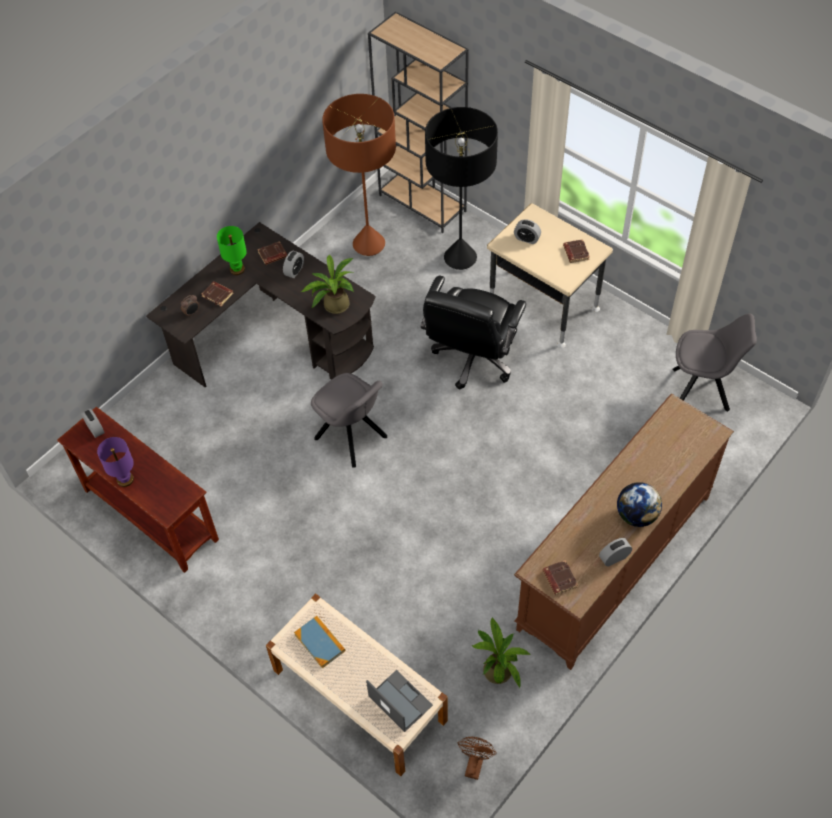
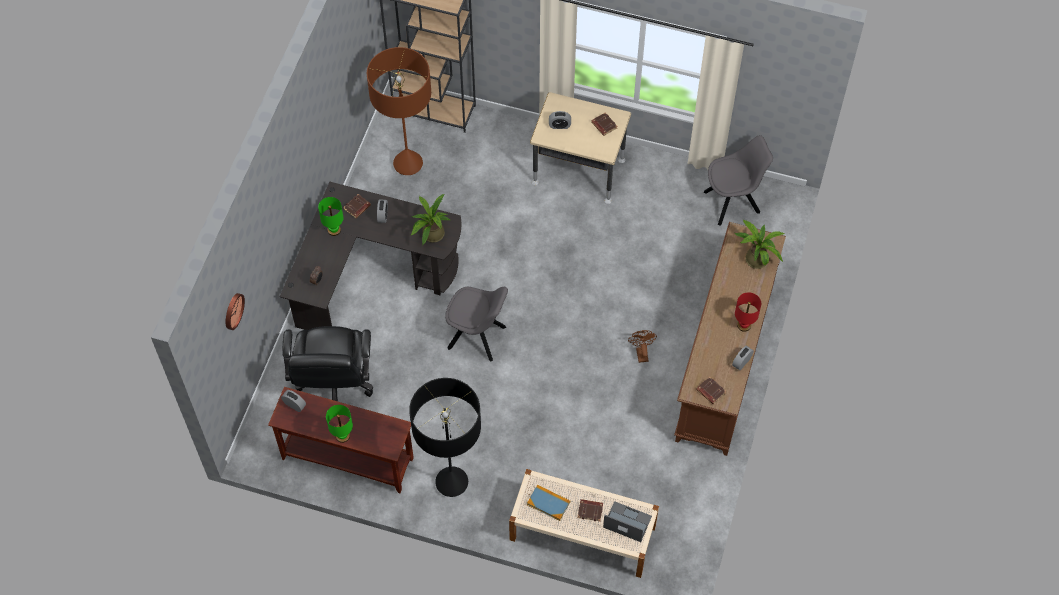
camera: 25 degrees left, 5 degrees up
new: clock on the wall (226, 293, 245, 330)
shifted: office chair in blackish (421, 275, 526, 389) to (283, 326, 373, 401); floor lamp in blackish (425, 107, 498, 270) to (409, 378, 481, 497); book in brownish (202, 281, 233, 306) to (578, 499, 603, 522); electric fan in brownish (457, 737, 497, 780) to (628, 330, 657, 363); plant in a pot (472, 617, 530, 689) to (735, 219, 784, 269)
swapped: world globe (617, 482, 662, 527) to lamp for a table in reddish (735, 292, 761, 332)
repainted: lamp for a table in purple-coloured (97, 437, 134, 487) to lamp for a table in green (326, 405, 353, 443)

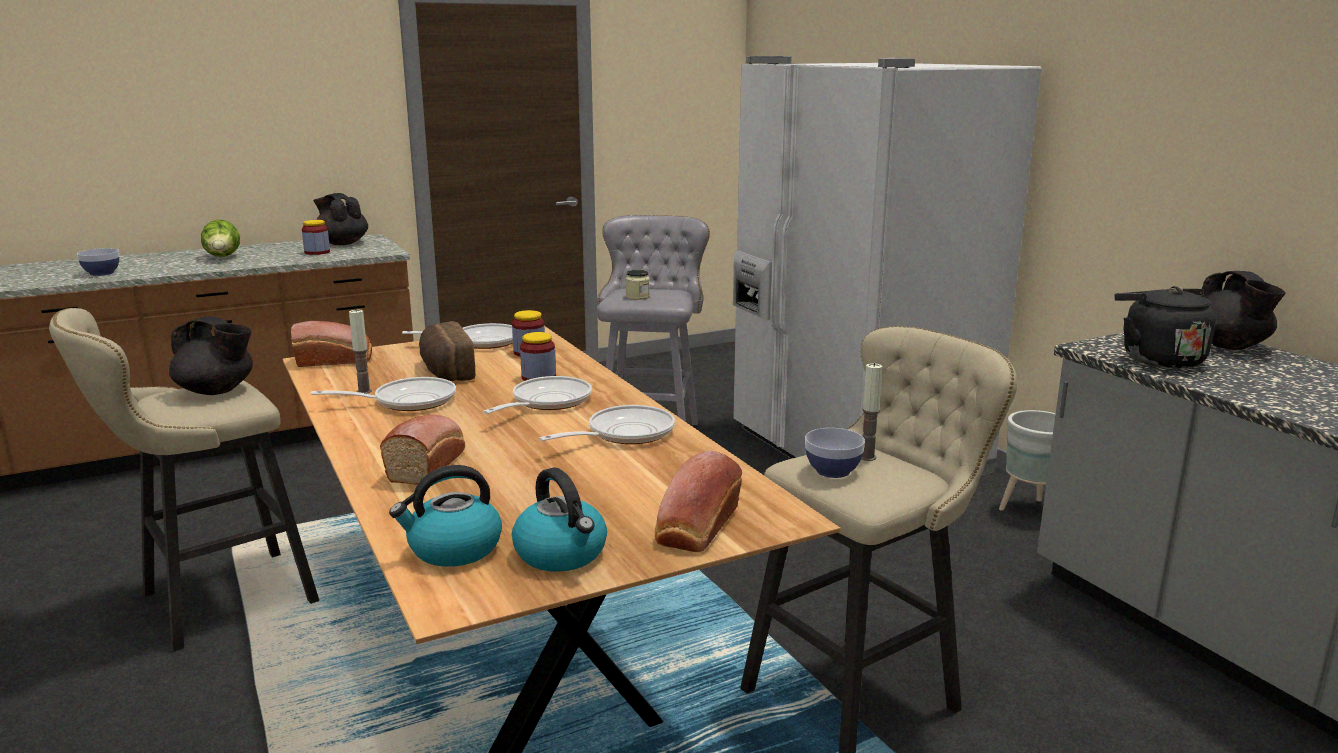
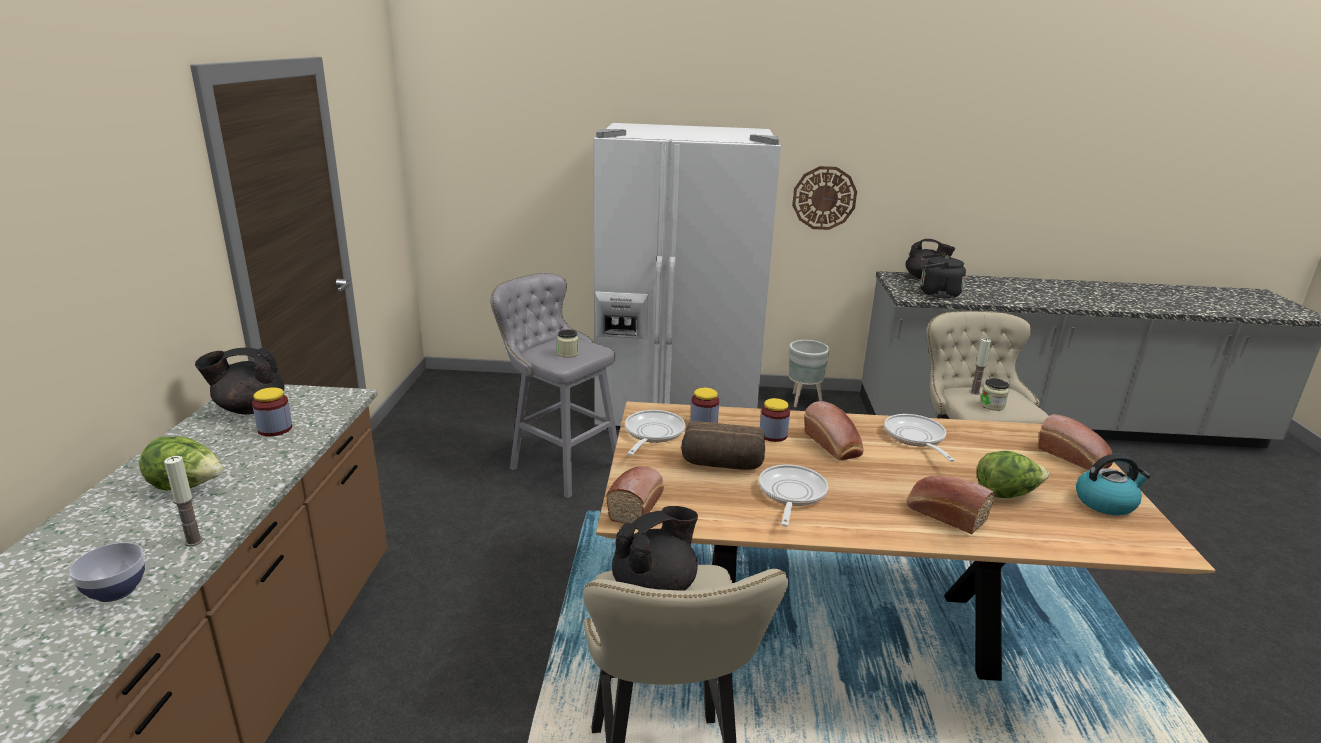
camera: 60 degrees left, 5 degrees up
gone: water kettle (389, 465, 502, 567)
new: clock on the wall (792, 166, 857, 230); lettuce (977, 451, 1049, 498)
shifted: wax light (349, 308, 372, 394) to (164, 456, 203, 547)
swapped: frying pan (483, 376, 592, 414) to bakery bread (804, 401, 864, 461); serving bowl (805, 428, 865, 478) to preserve jar (980, 378, 1009, 411)

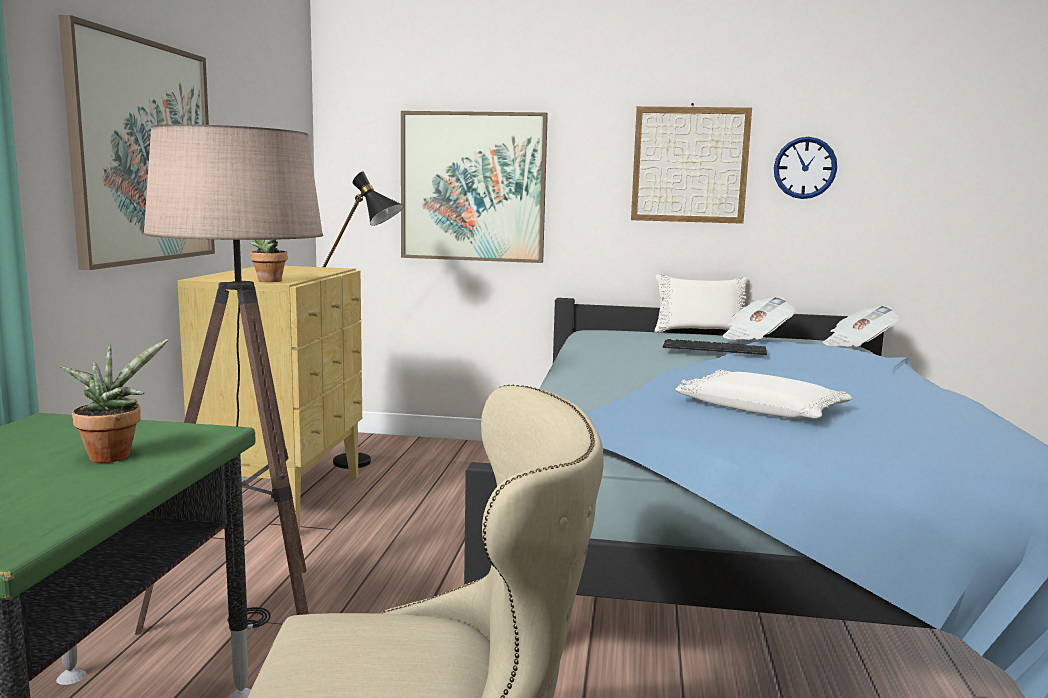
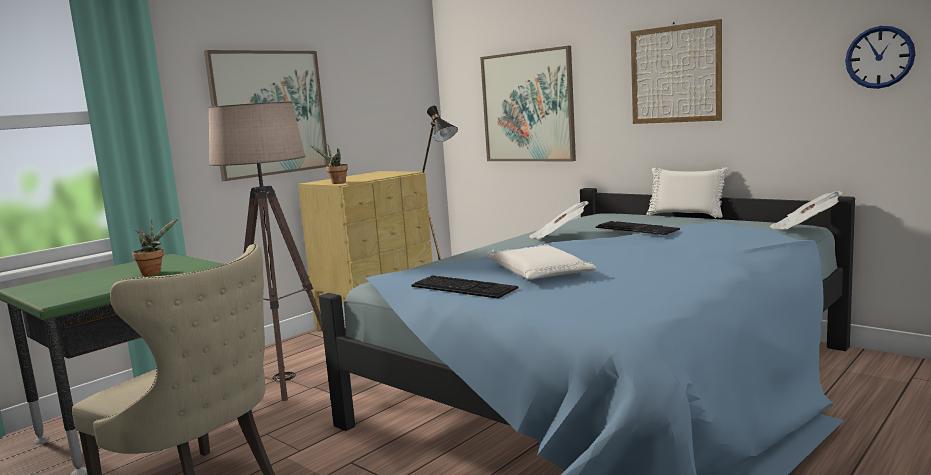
camera: 35 degrees right, 0 degrees up
new: keyboard (412, 275, 518, 299)
shifted: newspaper (723, 297, 795, 340) to (529, 201, 589, 239); clock on the wall (774, 137, 837, 199) to (845, 26, 916, 89)

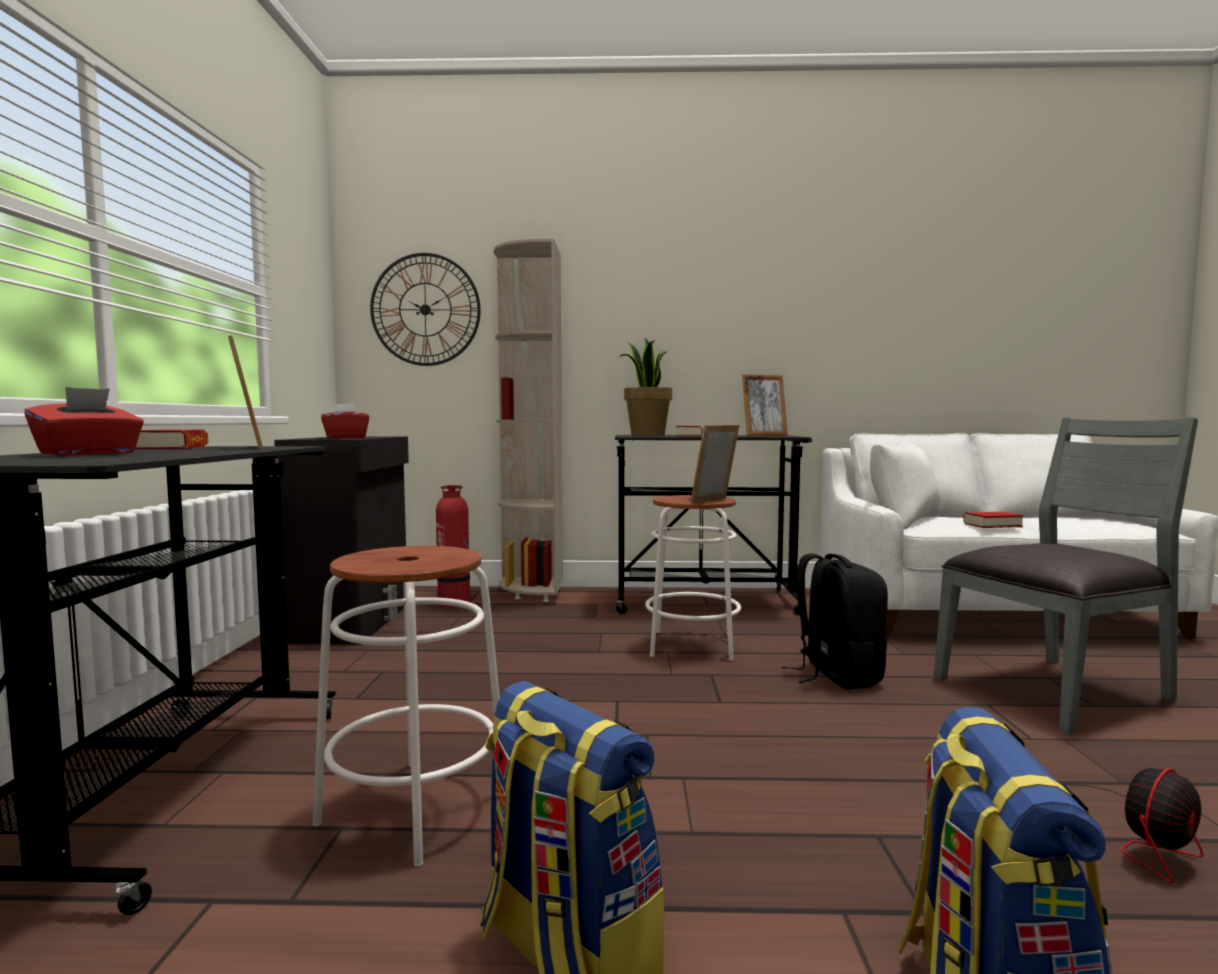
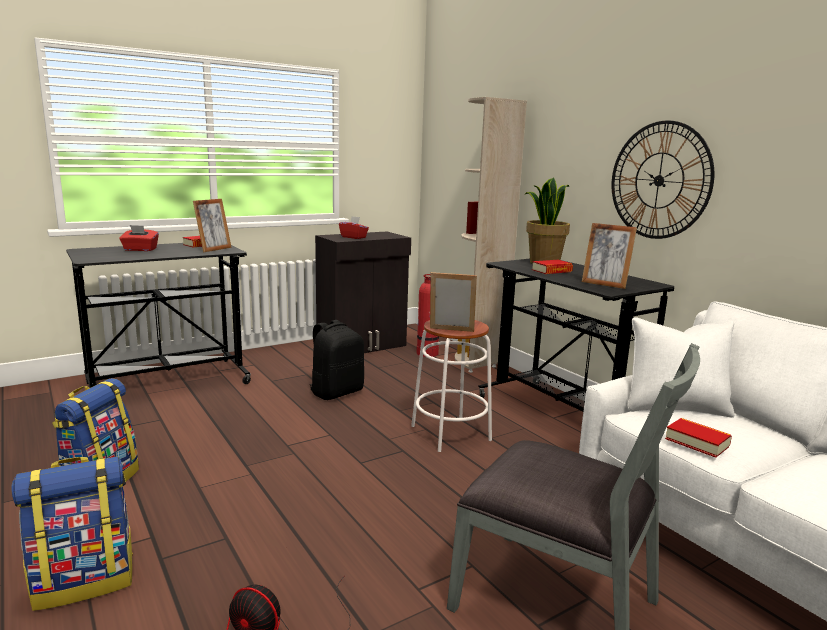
camera: 55 degrees right, 10 degrees up
gone: stool in whitish (313, 546, 500, 866)
shifted: knapsack in blackish (782, 554, 888, 689) to (310, 320, 364, 400); clock on the wall (370, 253, 481, 366) to (612, 120, 714, 239)

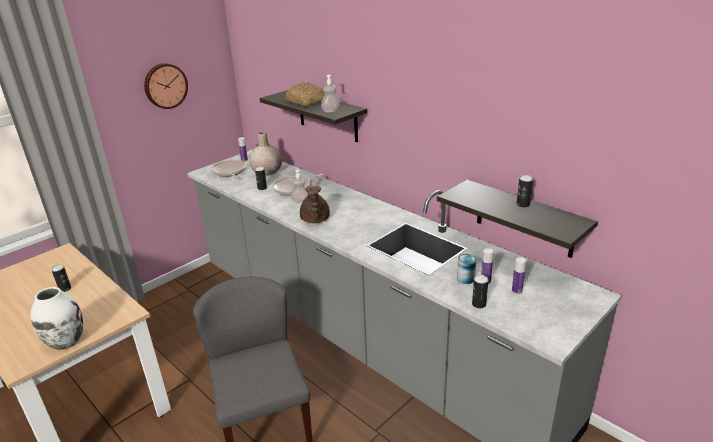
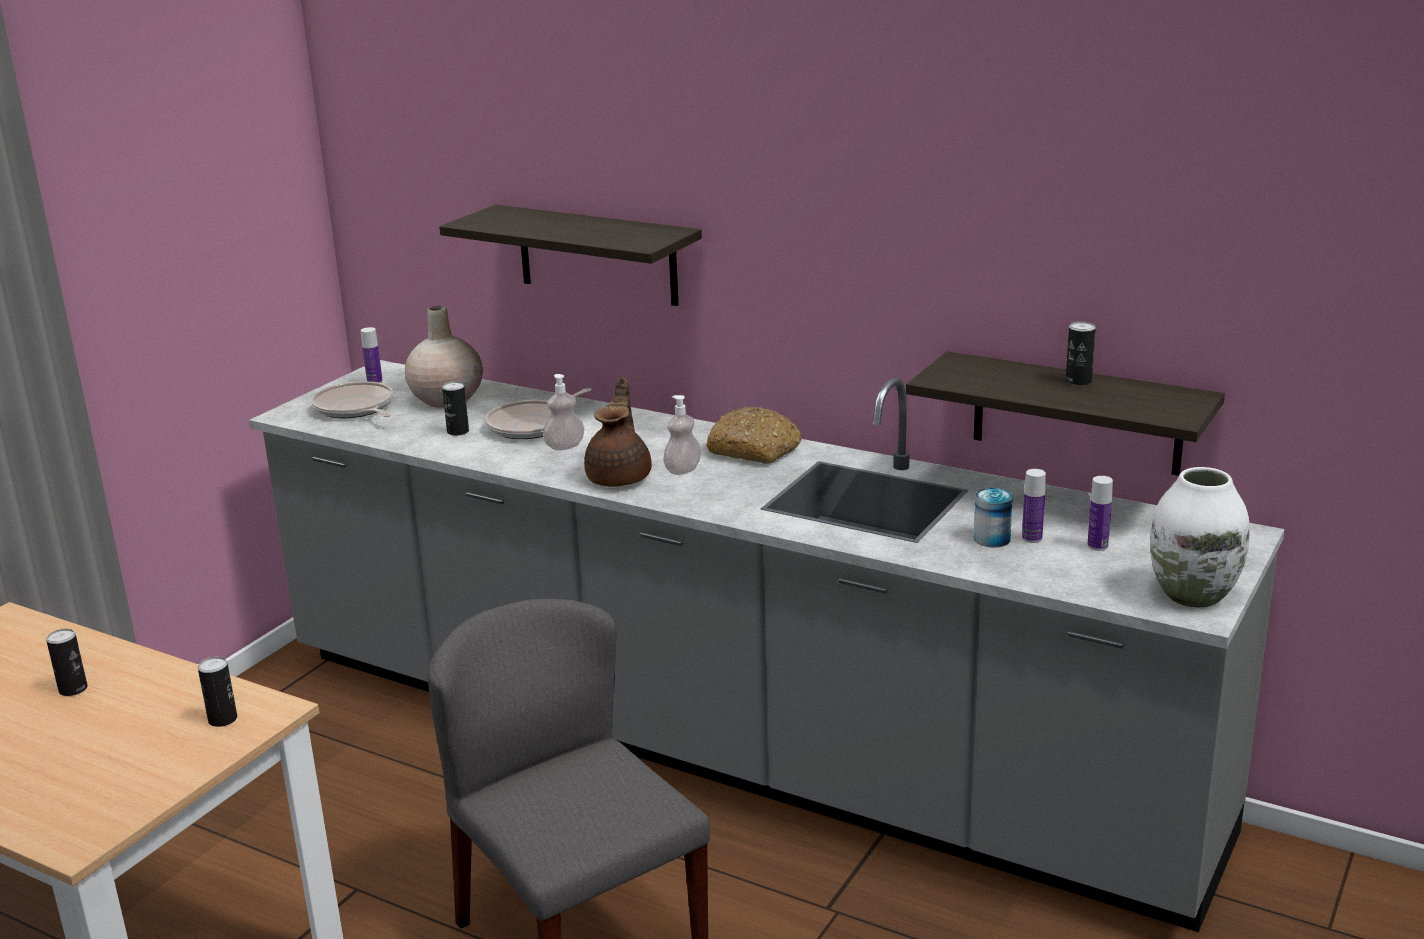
camera: 15 degrees left, 5 degrees down
gone: clock on the wall (144, 63, 188, 109)
shifted: metal can (472, 275, 488, 308) to (198, 657, 237, 727); soap bottle (321, 75, 340, 113) to (663, 395, 701, 475); bakery bread (285, 82, 325, 106) to (705, 407, 802, 464); vase in whitish (30, 287, 83, 350) to (1150, 467, 1249, 608)
rotated: pot for tea in brownish (300, 186, 330, 223) = (584, 377, 652, 487) 150 degrees counterclockwise

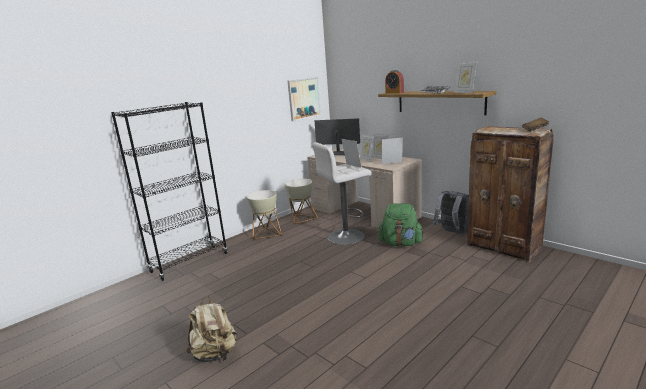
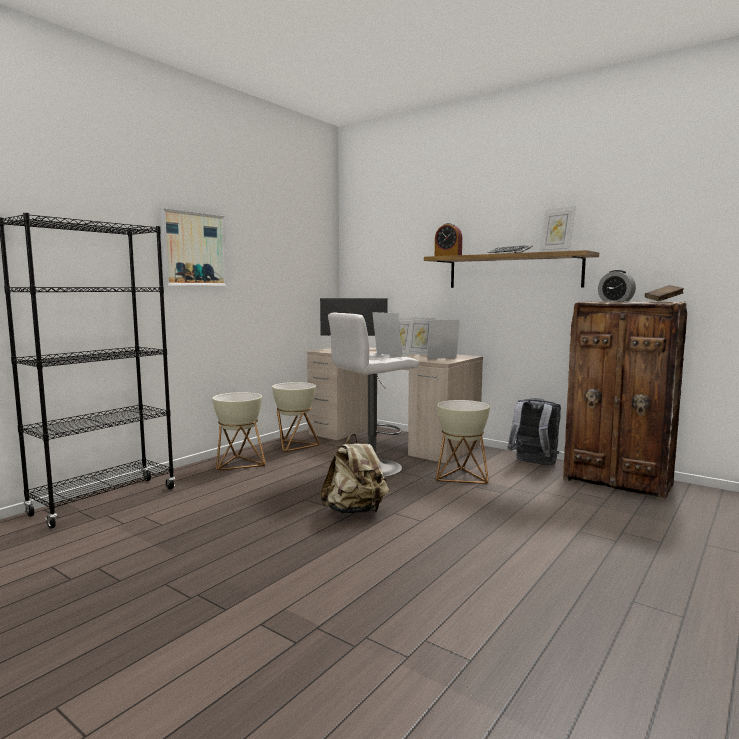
camera: 10 degrees left, 10 degrees down
new: table clock (598, 270, 636, 301)
shifted: wall picture (287, 77, 321, 121) to (160, 208, 227, 286); knapsack in sand-coloured (186, 296, 237, 362) to (321, 434, 389, 514)
swapped: knapsack in green (378, 203, 424, 247) to planter (436, 400, 490, 484)

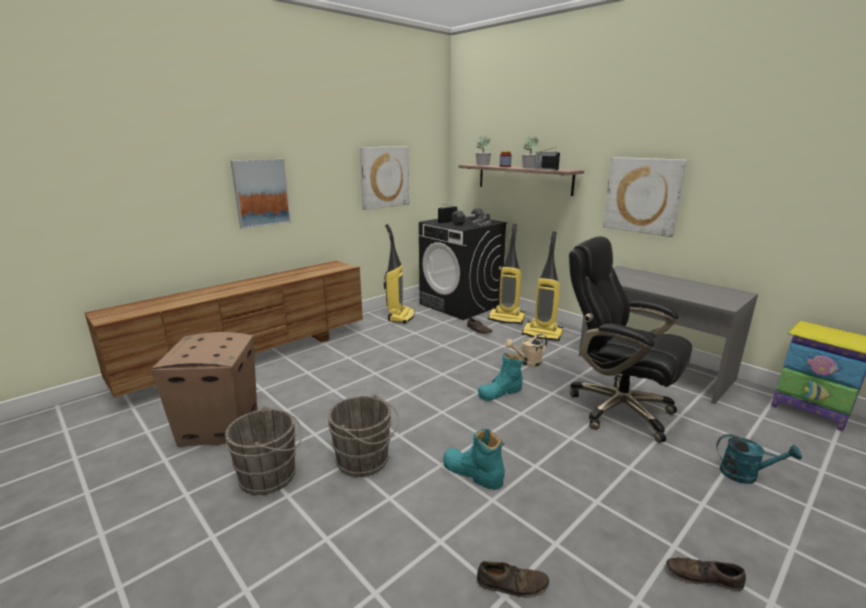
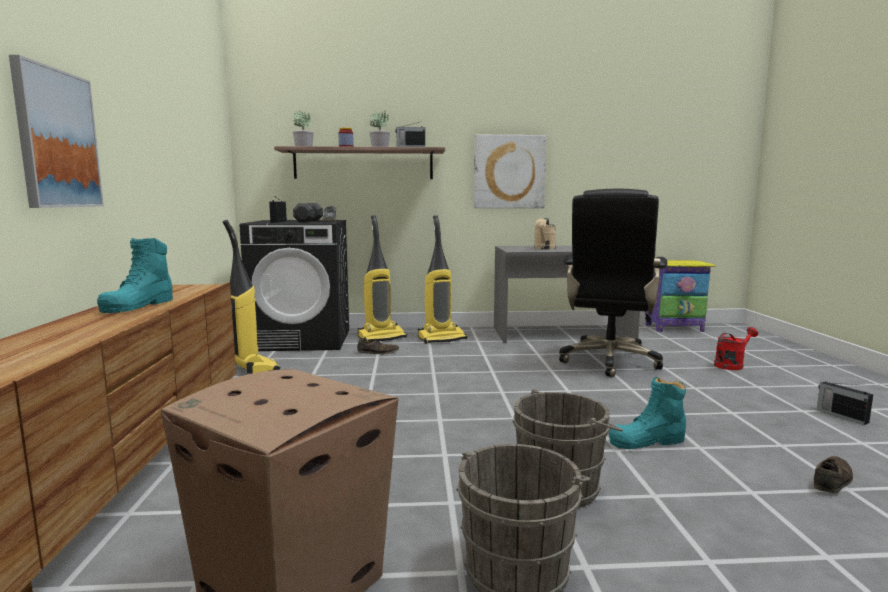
camera: 50 degrees left, 10 degrees down
gone: wall picture (359, 146, 409, 210)
shifted: high-top boot in turquoise-coloured (478, 353, 523, 401) to (97, 238, 173, 313); sprinkling can in sand-coloured (505, 334, 547, 367) to (534, 218, 556, 249)
swapped: item of footwear in brownish (666, 557, 746, 591) to radio set (817, 382, 873, 425)
repainted: sprinkling can in turquoise-coloured (716, 434, 802, 484) to sprinkling can in reddish (714, 327, 758, 370)
rotated: office chair in blackish (569, 236, 692, 443) = (559, 189, 667, 378) 60 degrees counterclockwise

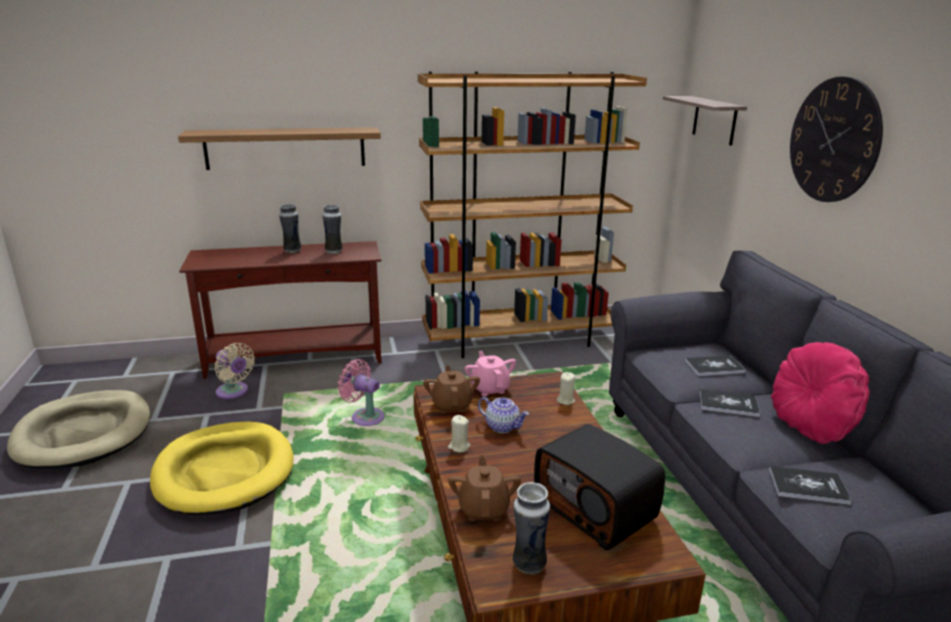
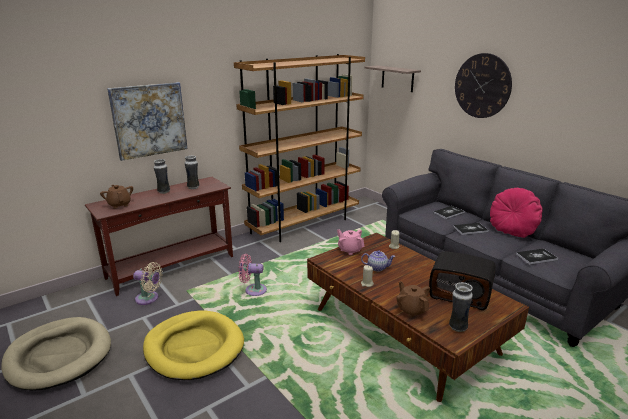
camera: 25 degrees left, 0 degrees up
shifted: pot for tea in brownish (423, 365, 480, 413) to (100, 185, 133, 209)
swapped: bracket shelf (178, 127, 381, 170) to wall picture (107, 82, 188, 161)

